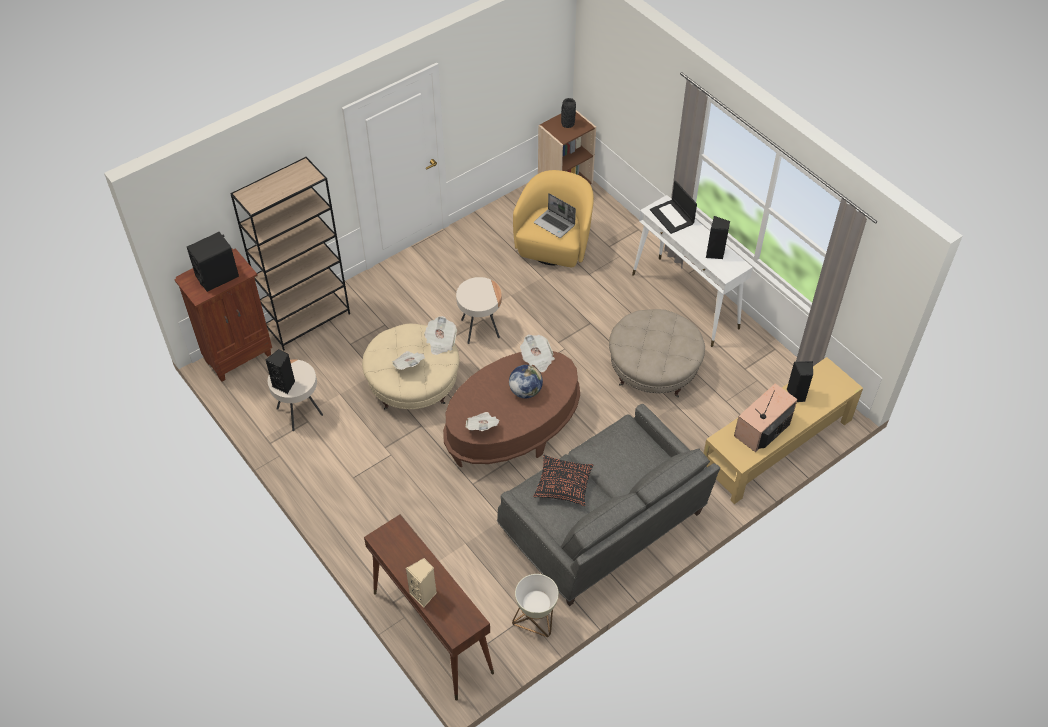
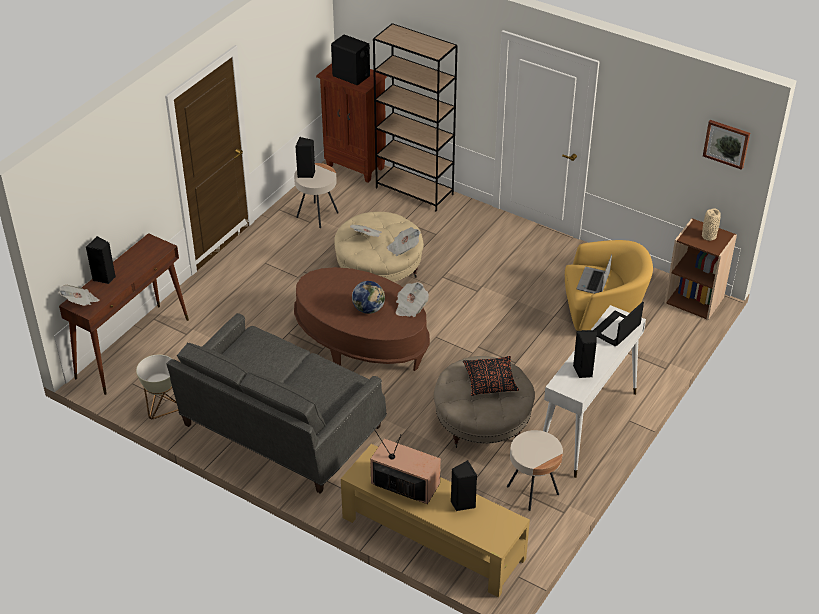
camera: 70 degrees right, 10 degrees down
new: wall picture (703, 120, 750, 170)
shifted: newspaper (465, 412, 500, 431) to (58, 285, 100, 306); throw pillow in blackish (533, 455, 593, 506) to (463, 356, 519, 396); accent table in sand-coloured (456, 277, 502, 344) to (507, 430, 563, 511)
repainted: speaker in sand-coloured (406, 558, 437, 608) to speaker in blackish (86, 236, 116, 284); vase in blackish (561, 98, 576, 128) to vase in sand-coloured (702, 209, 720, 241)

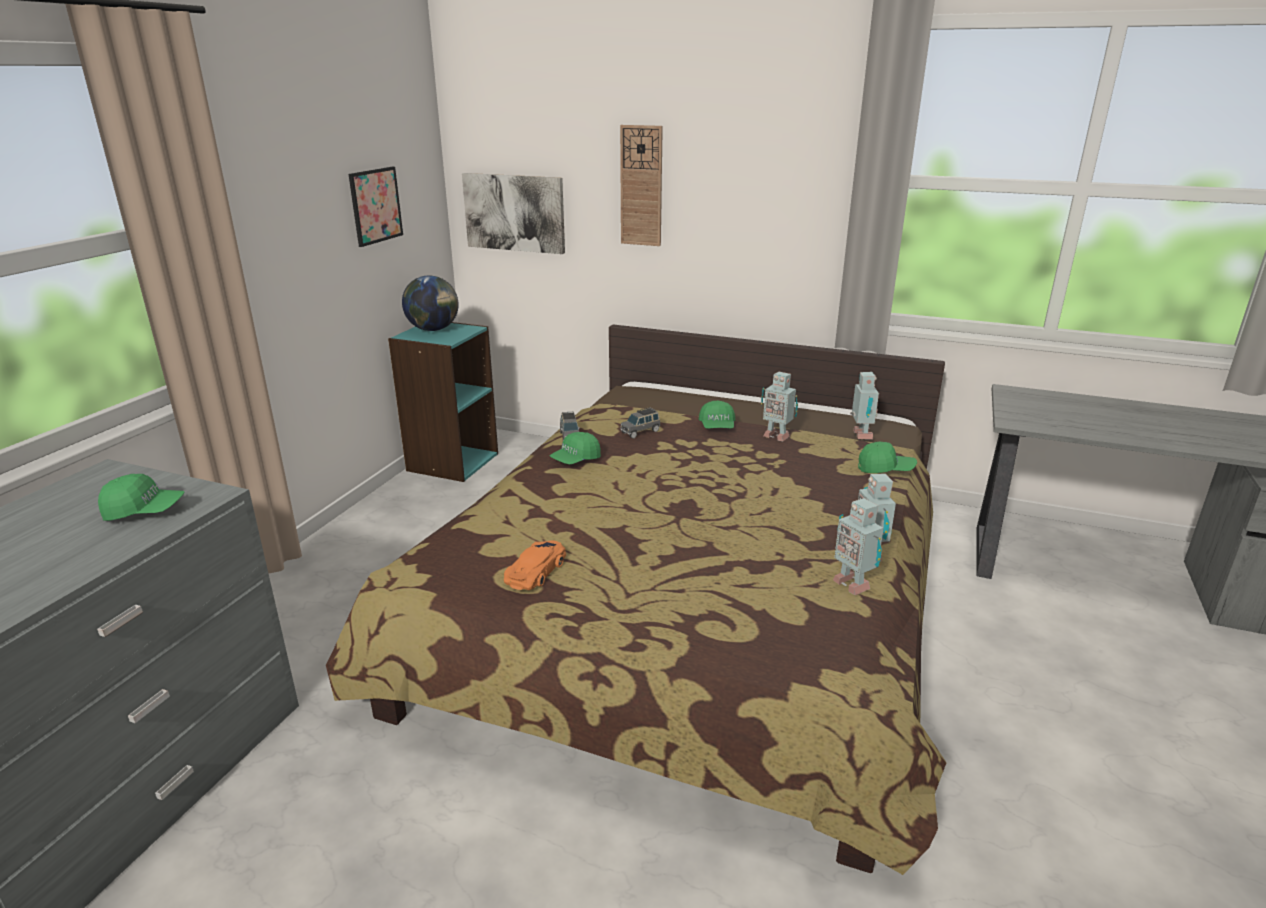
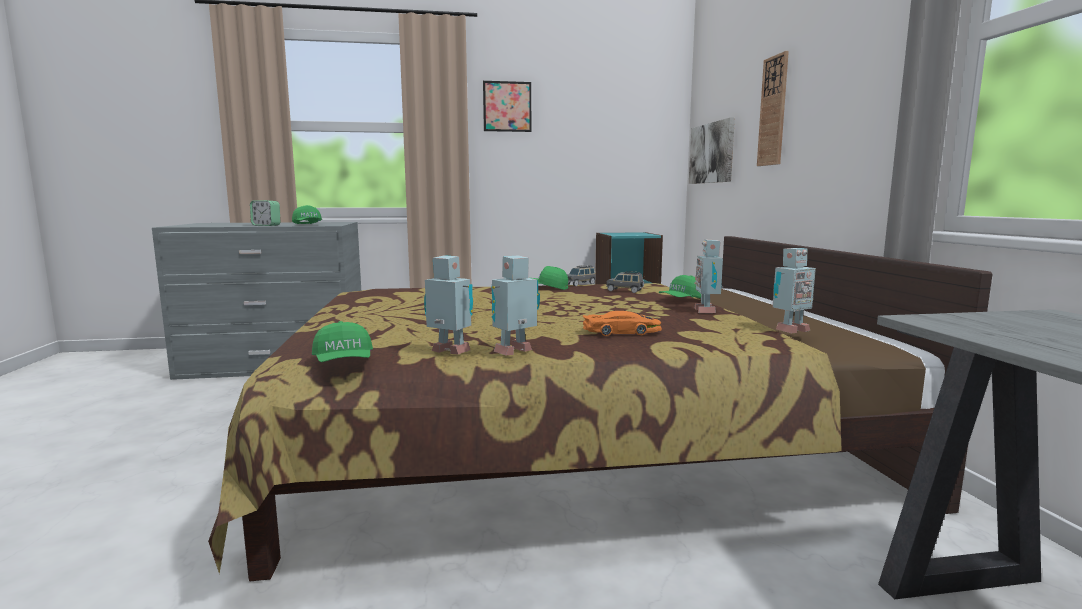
camera: 60 degrees right, 15 degrees down
gone: world globe (402, 276, 459, 331)
new: table clock (250, 200, 280, 226)
shifted: baseball cap in green (858, 441, 917, 473) to (312, 321, 373, 362); wall picture (348, 167, 403, 247) to (483, 81, 531, 132); toy car in orangey (504, 540, 566, 590) to (583, 311, 662, 336)
rotated: robot figure (833, 498, 884, 595) = (424, 255, 473, 354) 90 degrees clockwise

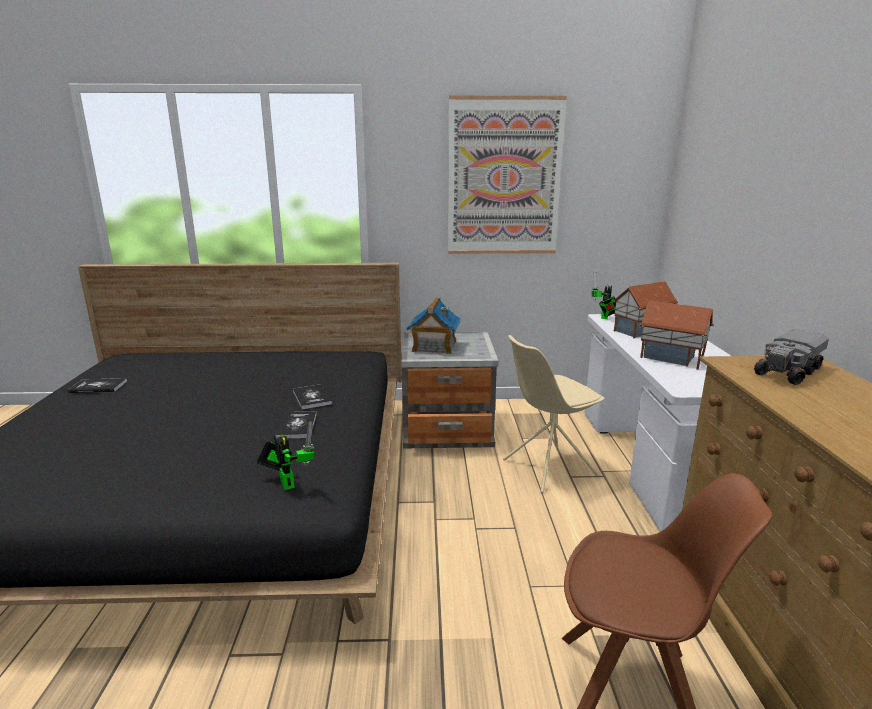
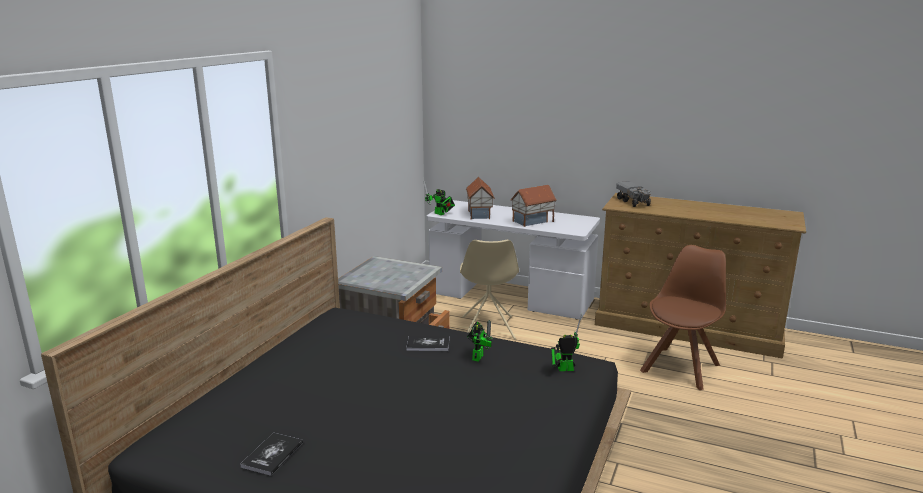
camera: 65 degrees left, 0 degrees up
gone: toy house (406, 297, 461, 354); wall picture (448, 96, 567, 254)
swapped: book (276, 411, 317, 439) to robot figure (467, 320, 493, 362)

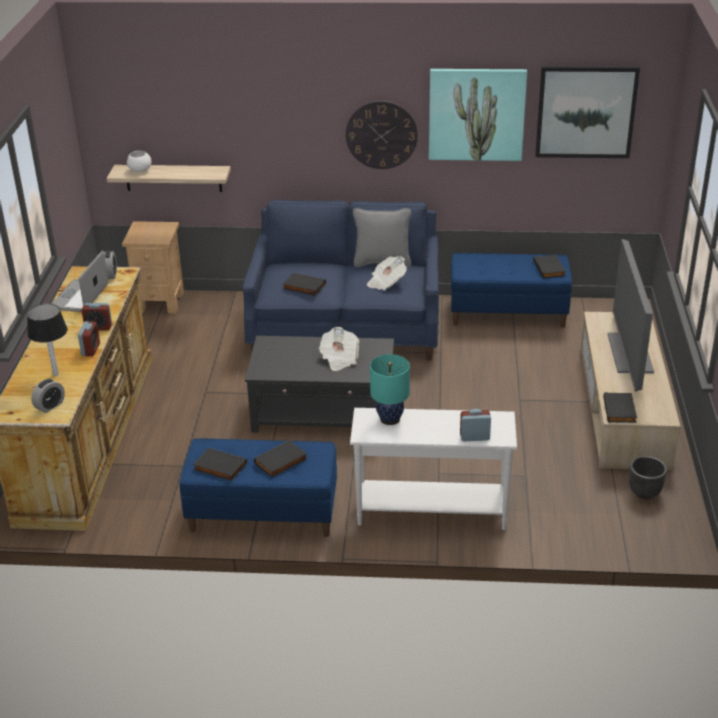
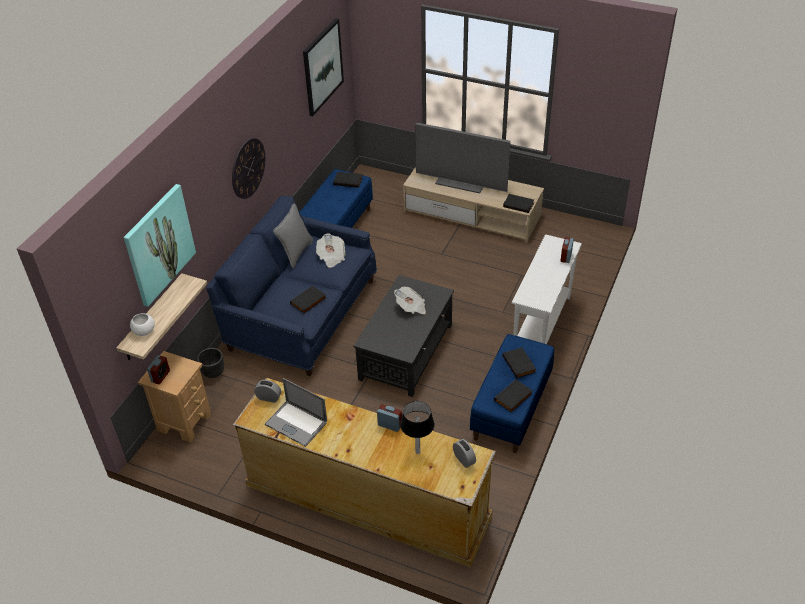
camera: 70 degrees left, 10 degrees up
gone: lamp for a table in turquoise-coloured (370, 354, 410, 425)
shifted: wall picture (429, 69, 527, 161) to (124, 184, 196, 307); table clock (81, 303, 112, 331) to (147, 355, 170, 384); planter in blackish (629, 456, 667, 499) to (197, 348, 224, 378)

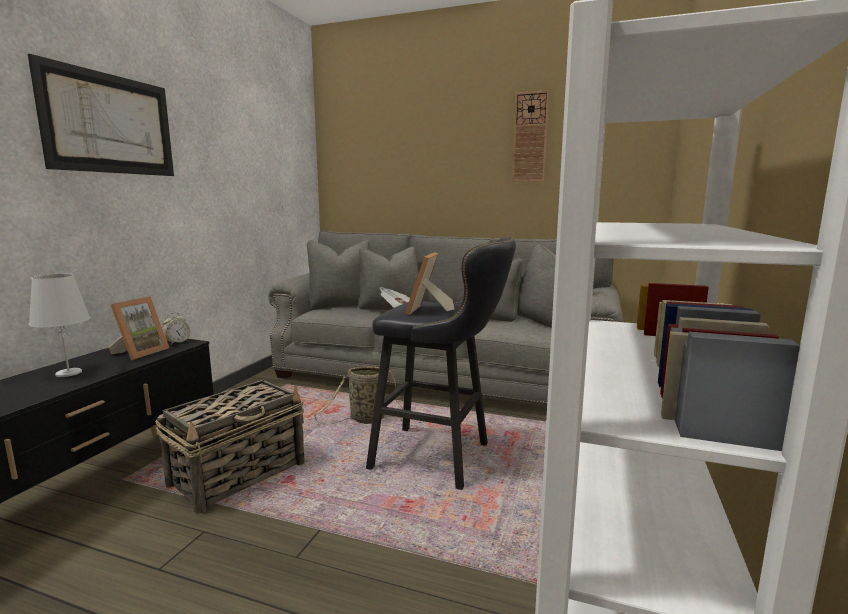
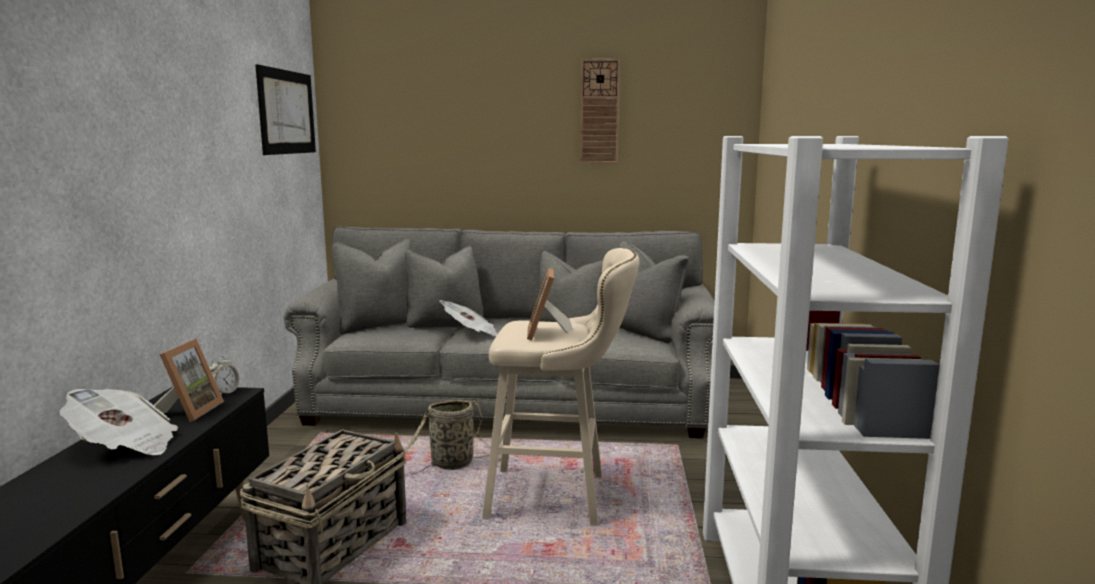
camera: 15 degrees left, 0 degrees up
shifted: wall picture (28, 54, 174, 176) to (255, 64, 316, 155)
swapped: lamp for a table in whitish (29, 274, 90, 377) to newspaper (60, 389, 178, 455)
repainted: stool in blackish (366, 237, 516, 490) to stool in sand-coloured (482, 248, 640, 526)

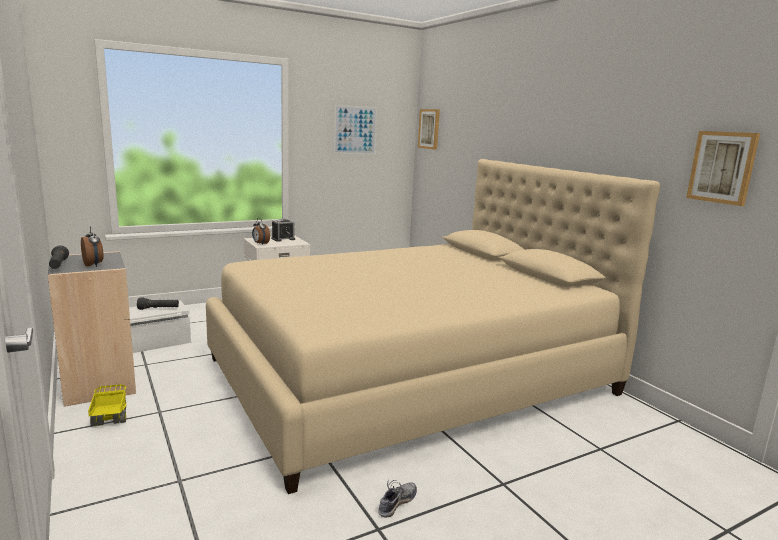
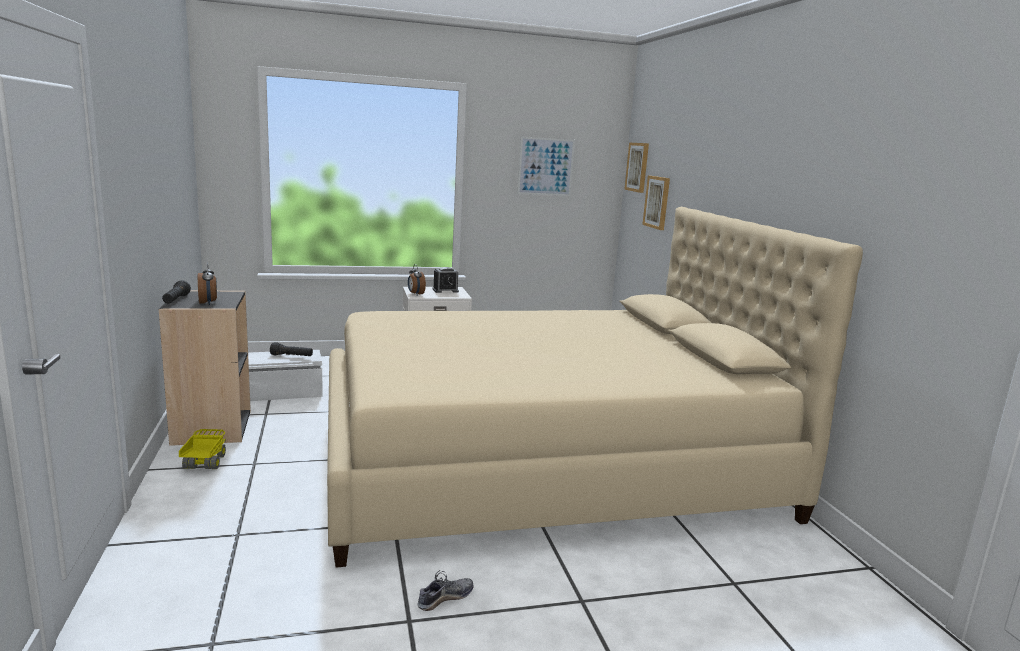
camera: 15 degrees right, 0 degrees up
shifted: wall picture (686, 131, 760, 206) to (642, 176, 670, 230)

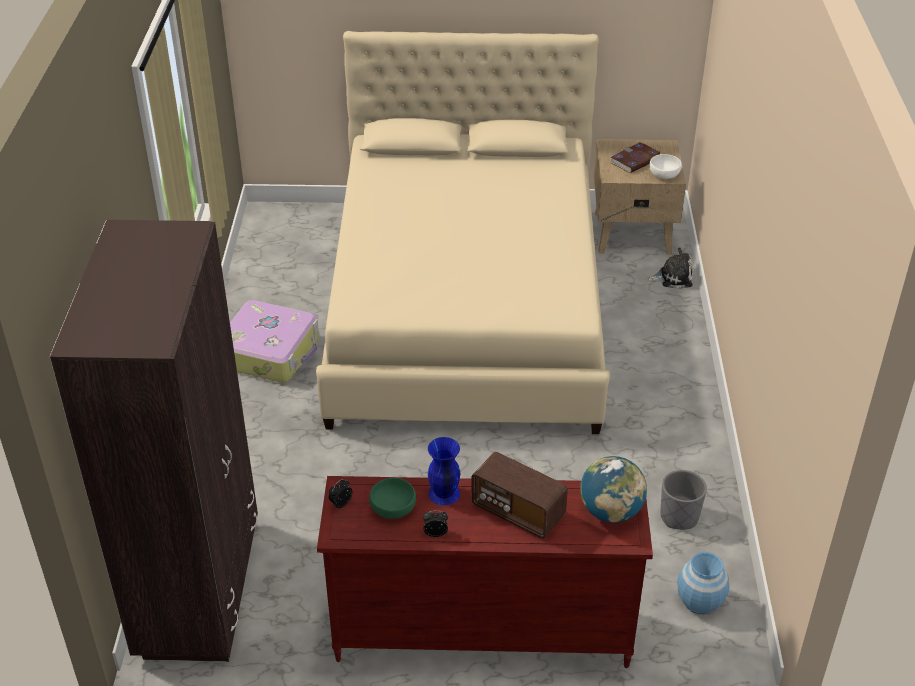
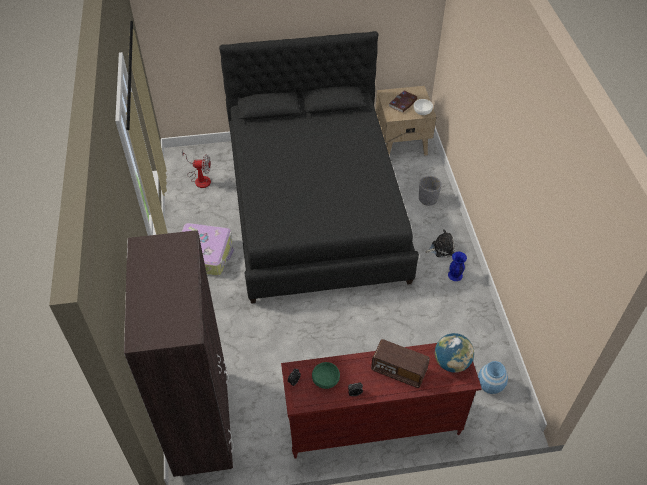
camera: 10 degrees left, 10 degrees up
new: electric fan (182, 150, 211, 188)
shifted: planter in gray (660, 470, 707, 530) to (419, 176, 442, 205); cuddly toy (647, 247, 693, 289) to (425, 229, 455, 257); vase in blue-coloured (428, 437, 460, 506) to (448, 252, 467, 281)
repainted: bedroom bed in sand-coloured (316, 31, 610, 434) to bedroom bed in blackish (219, 31, 419, 304)

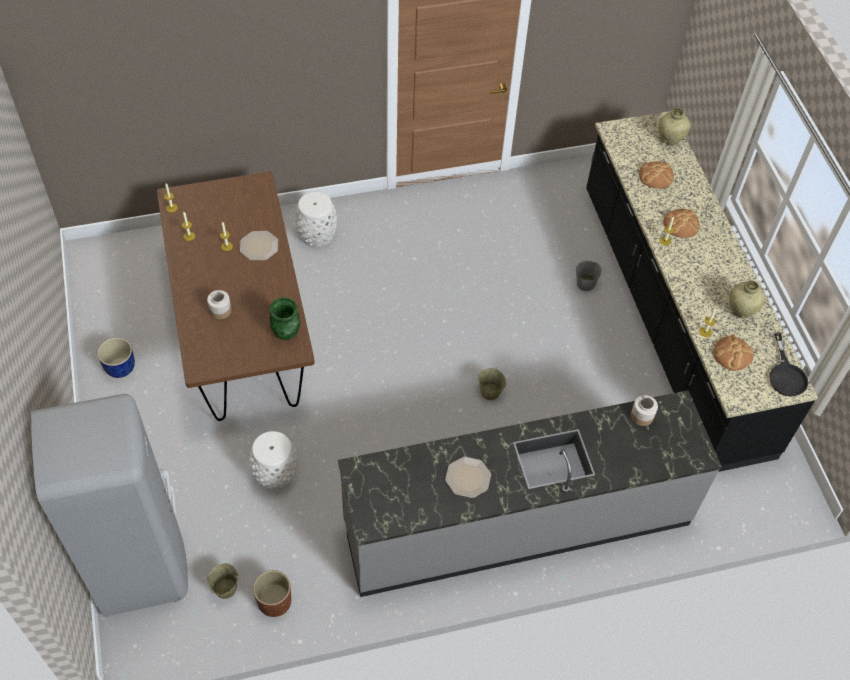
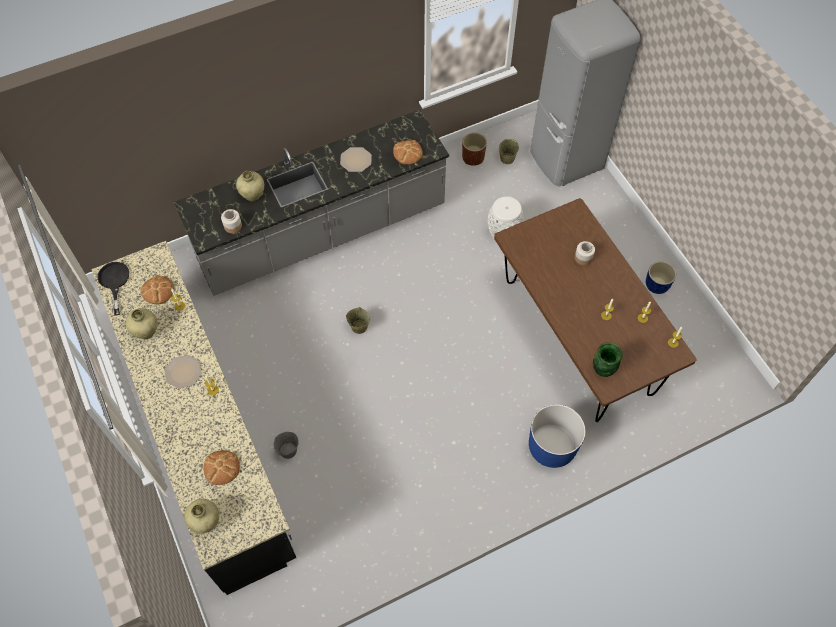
camera: 170 degrees right, 5 degrees up
new: vase in sand-coloured (236, 171, 264, 201)
shifted: flat dish (240, 231, 278, 261) to (164, 355, 202, 389); bakery bread (664, 209, 700, 238) to (393, 140, 423, 165); vase in green (269, 297, 300, 340) to (593, 342, 623, 377)
swapped: stool in whitish (295, 192, 337, 247) to planter in blue-coloured (529, 404, 586, 468)

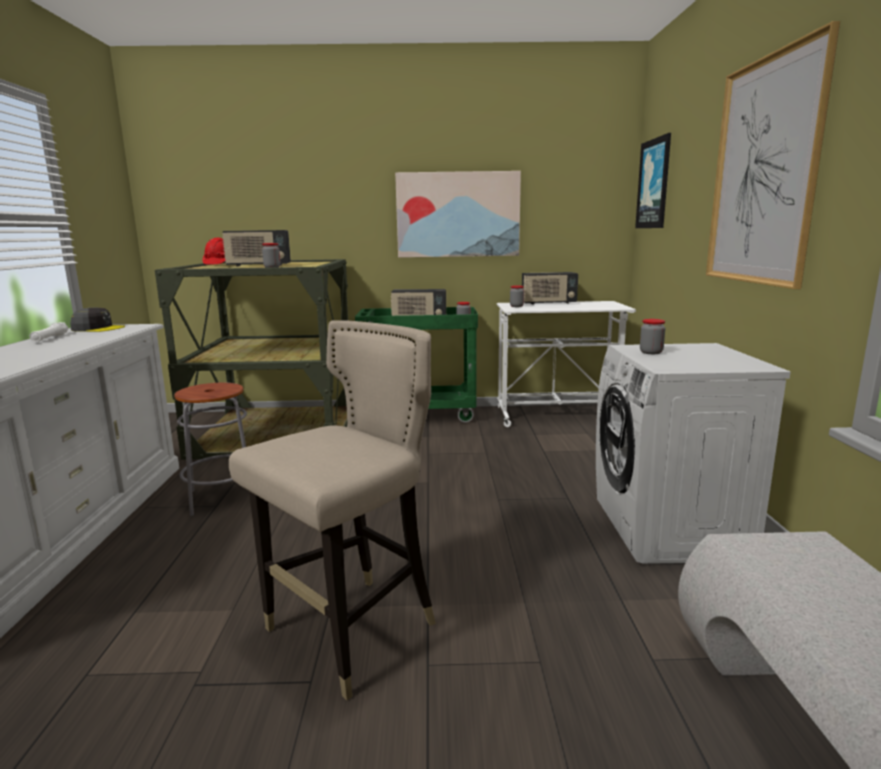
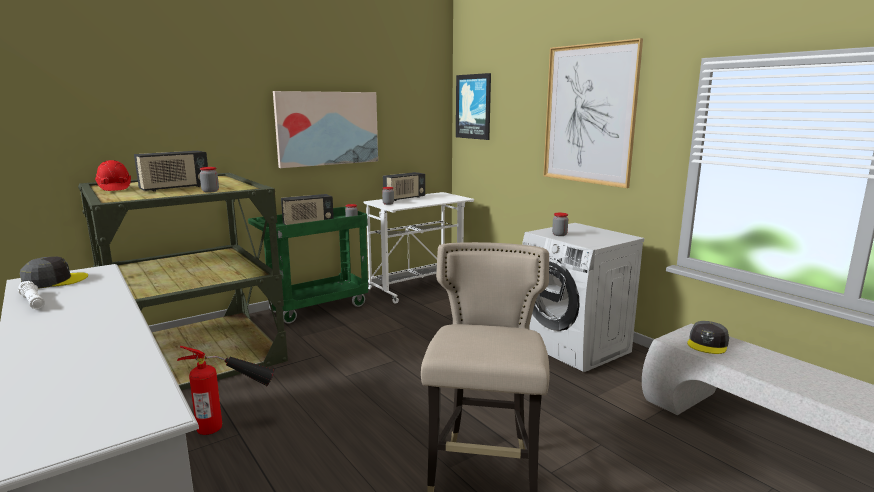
camera: 35 degrees left, 0 degrees up
new: baseball cap in gray (687, 321, 729, 354)
swapped: stool in gray (174, 383, 247, 516) to fire-fighting cylinder (177, 346, 275, 435)

